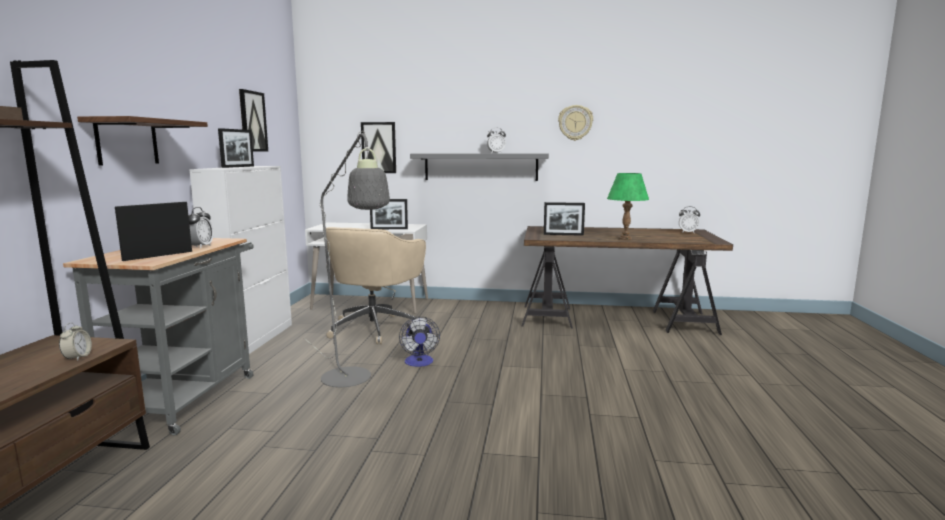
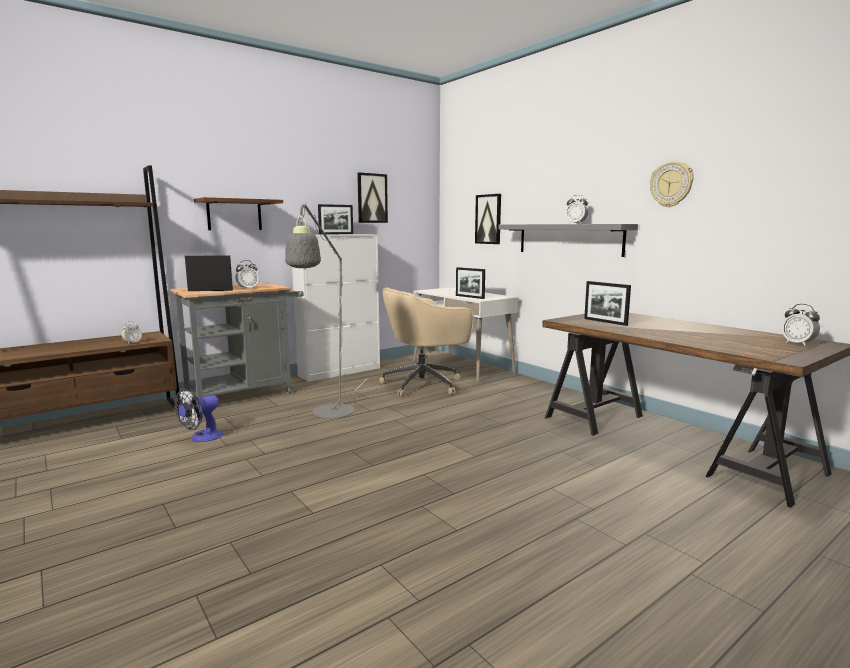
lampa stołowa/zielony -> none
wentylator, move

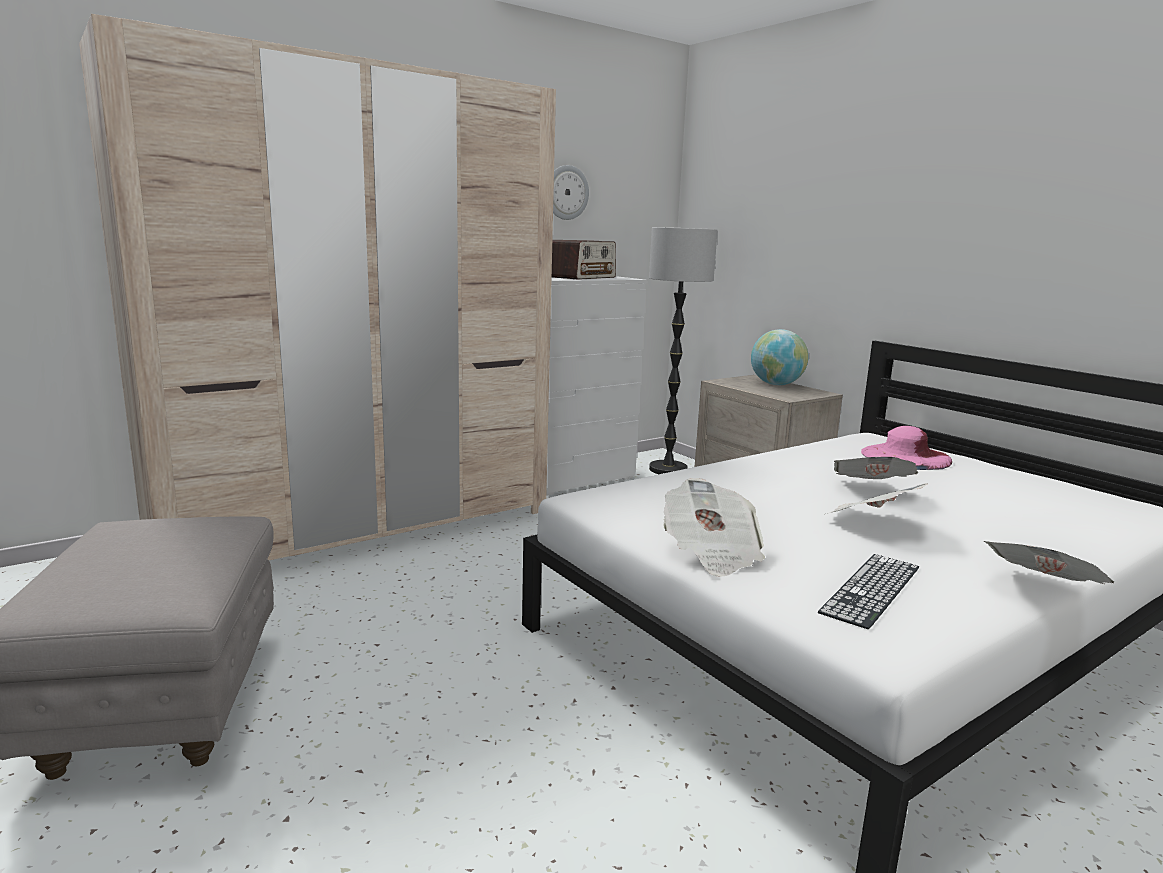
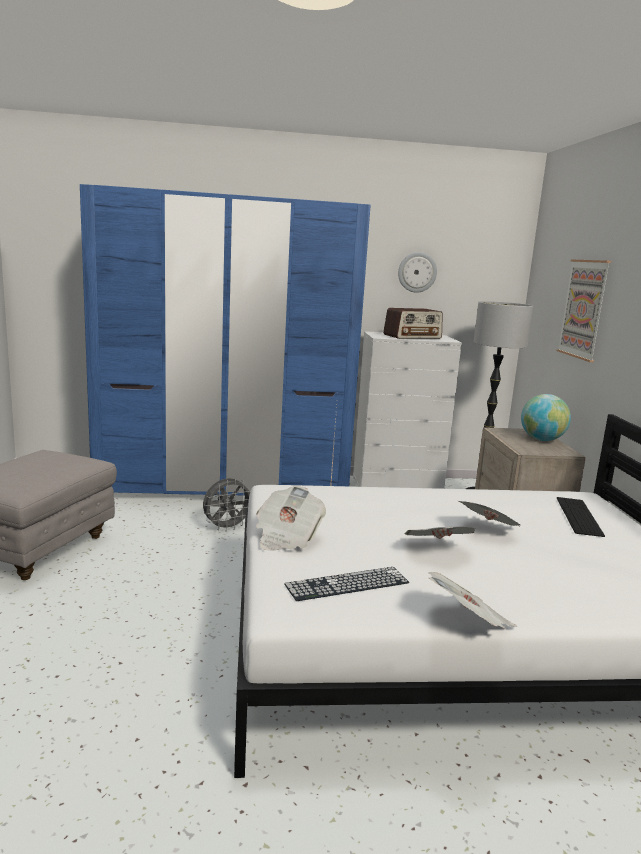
none -> wentylator/szary
none -> obraz
kapelusz/różowy -> klawiatura (2nd from left)
szafa/beżowy -> szafa/niebieski

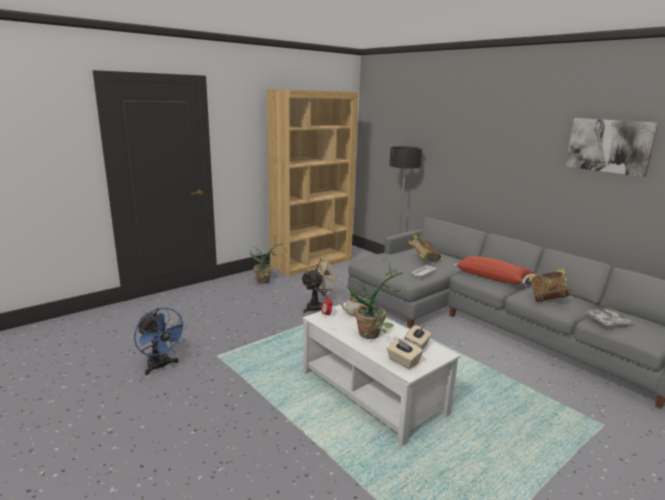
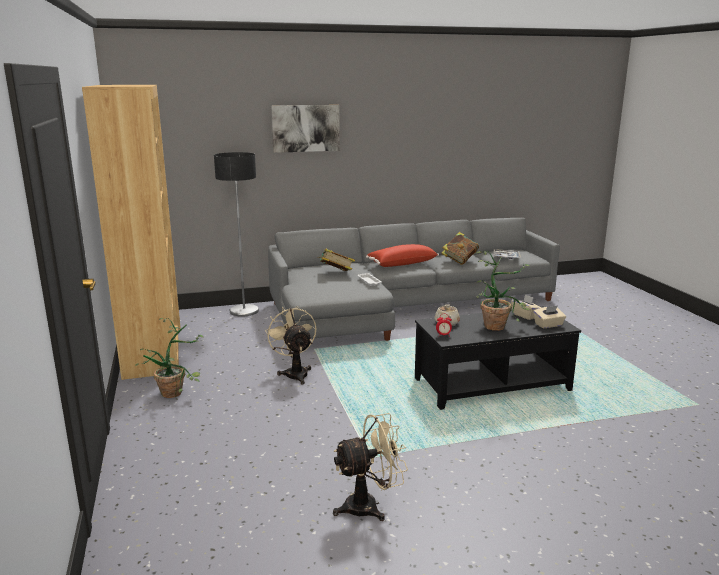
obraz, move
wentylator/niebieski -> wentylator/beżowy (2nd from left)
ława/biały -> ława/czarny

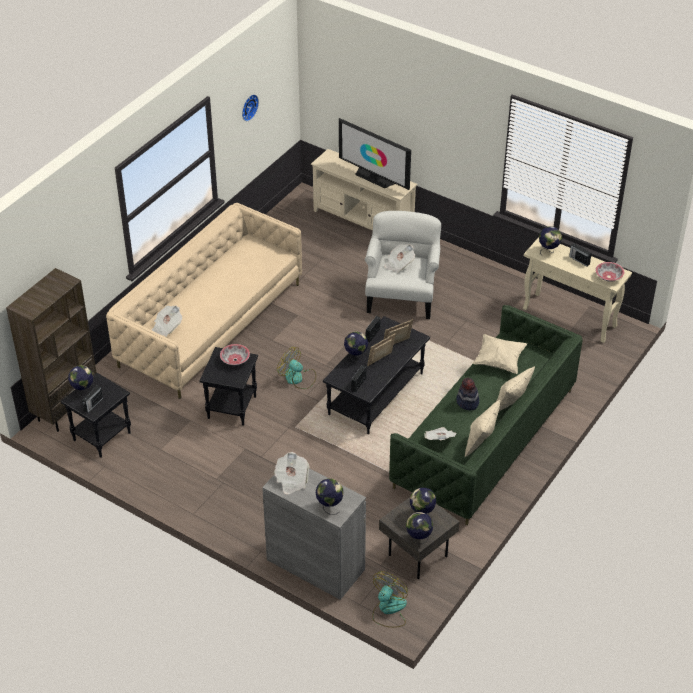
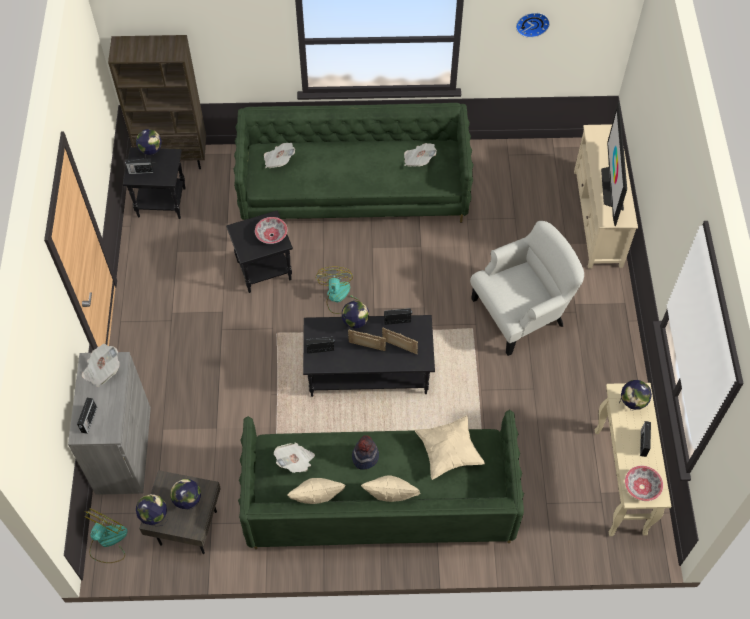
gazeta (3rd from left in the first image) -> gazeta (4th from left), move
globus (2nd from left) -> radio (1st from left)
kanapa/beżowy -> kanapa/zielony (1st from left)
wentylator (2nd from left in the first image) -> wentylator (1st from left), 60 degrees counterclockwise

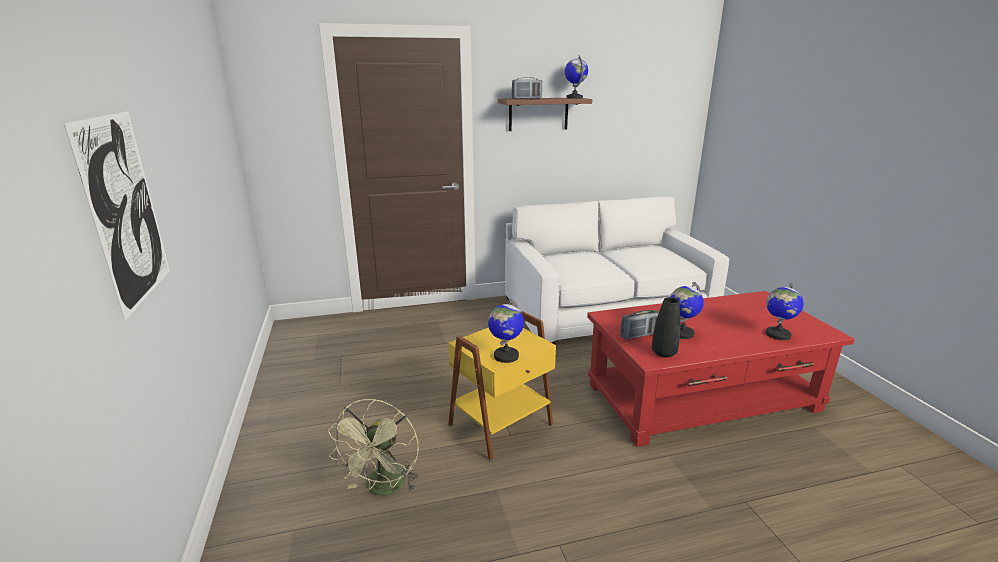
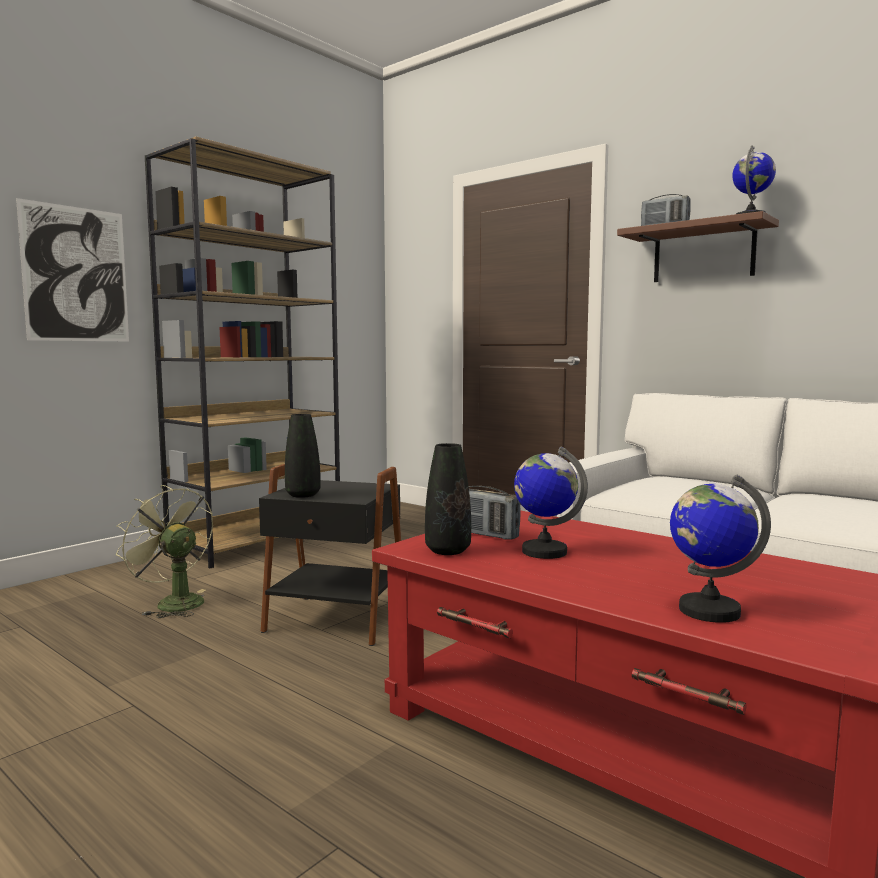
none -> regał/brązowy
globus (1st from left) -> wazon/czarny (1st from left)
stolik/żółty -> stolik/czarny
wentylator/zielony, 60 degrees clockwise

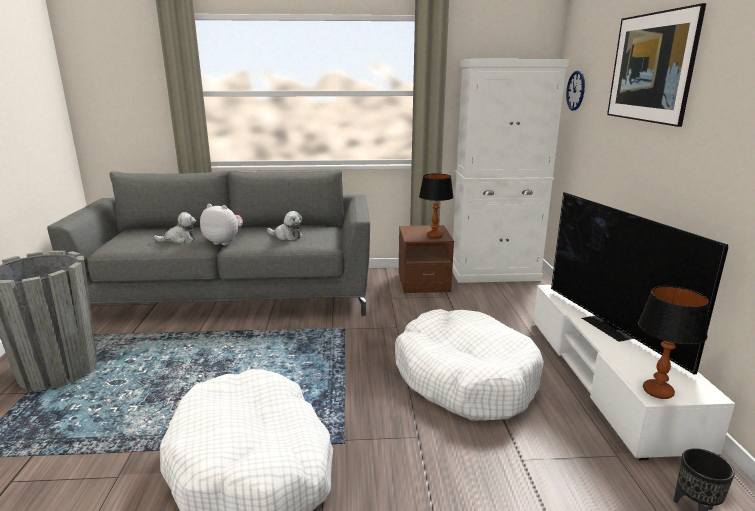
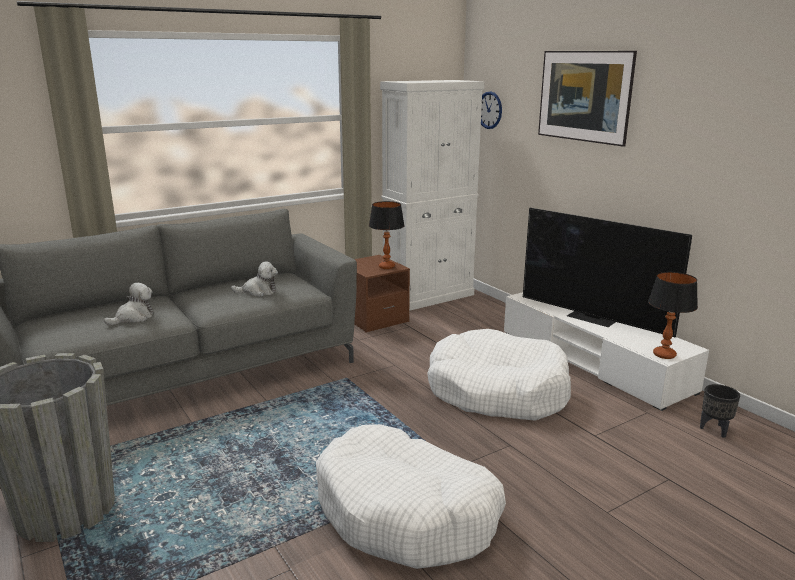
pluszak (2nd from left) -> none

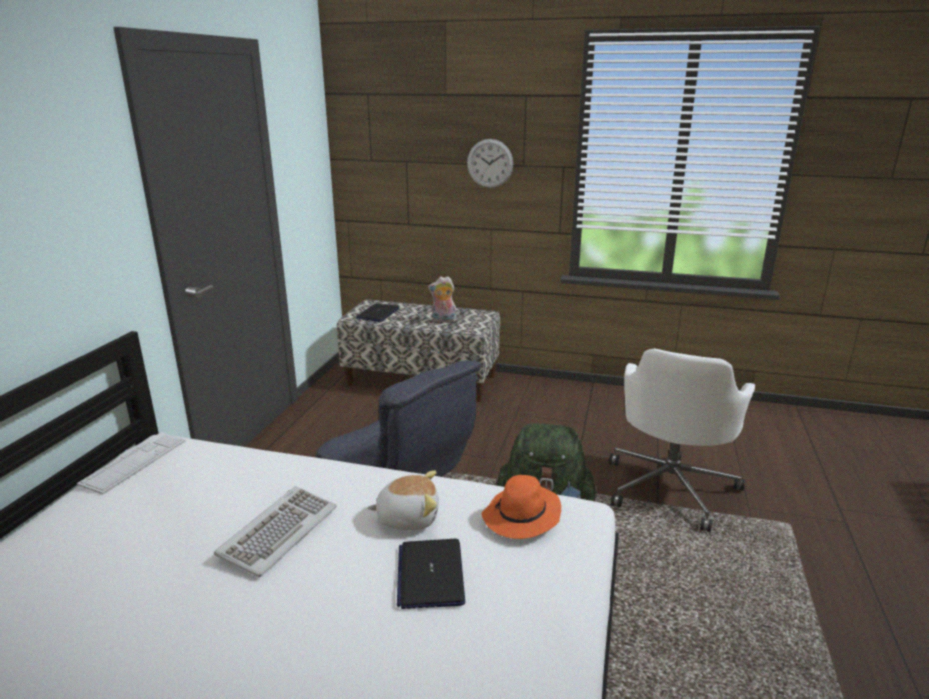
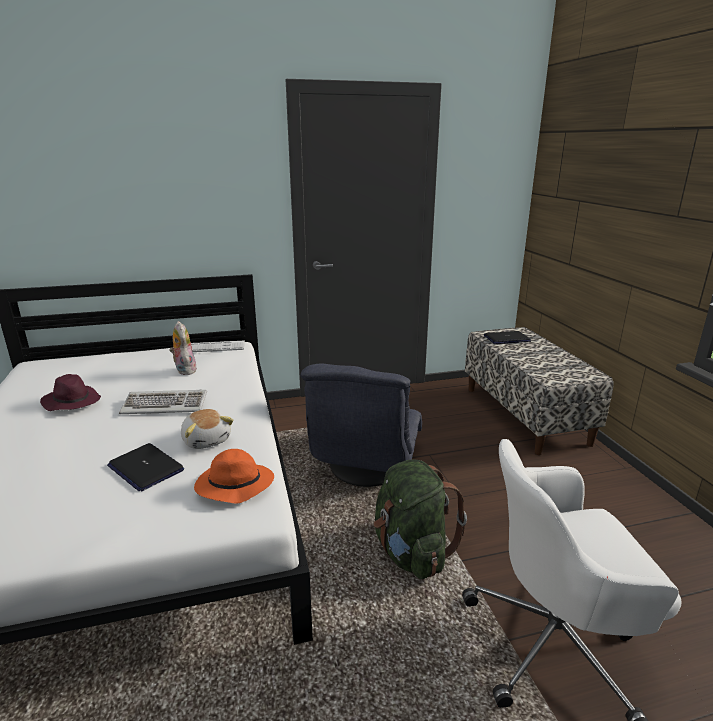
zegar ścienny -> none
none -> kapelusz/fioletowy
pluszak (2nd from left in the first image) -> pluszak (1st from left), move
laptop (2nd from left in the first image) -> laptop (1st from left), 105 degrees counterclockwise

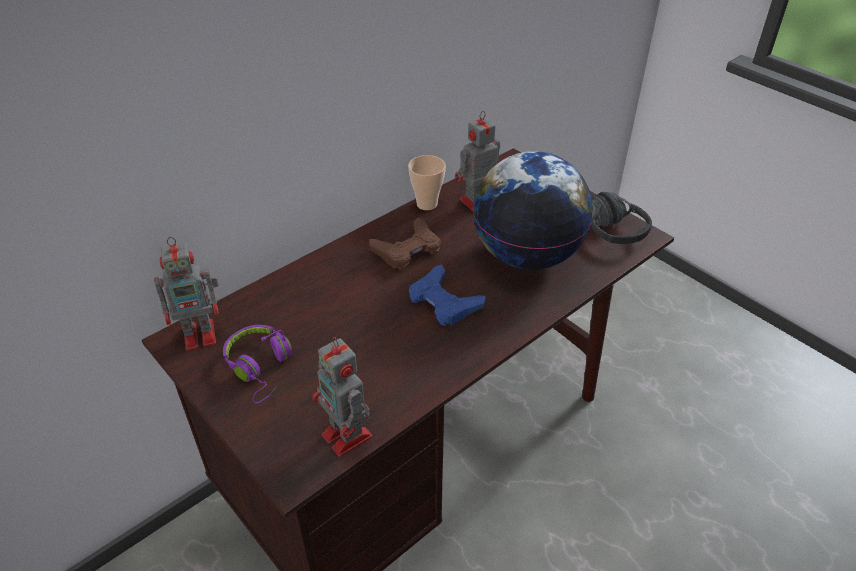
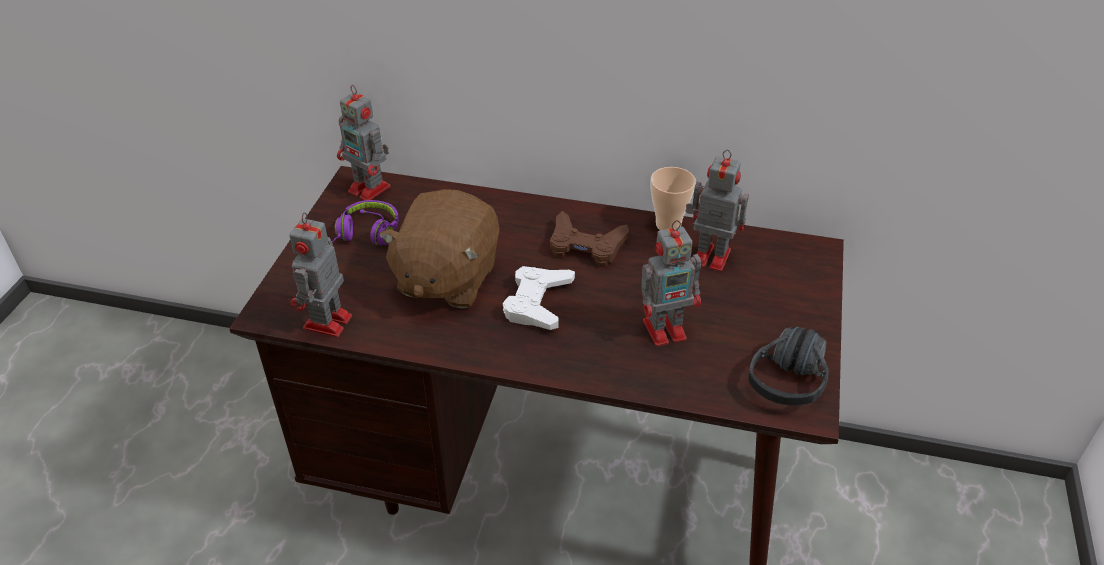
none -> pluszak/brązowy
globus -> robot zabawkowy (3rd from left)
pad do gier/niebieski -> pad do gier/biały

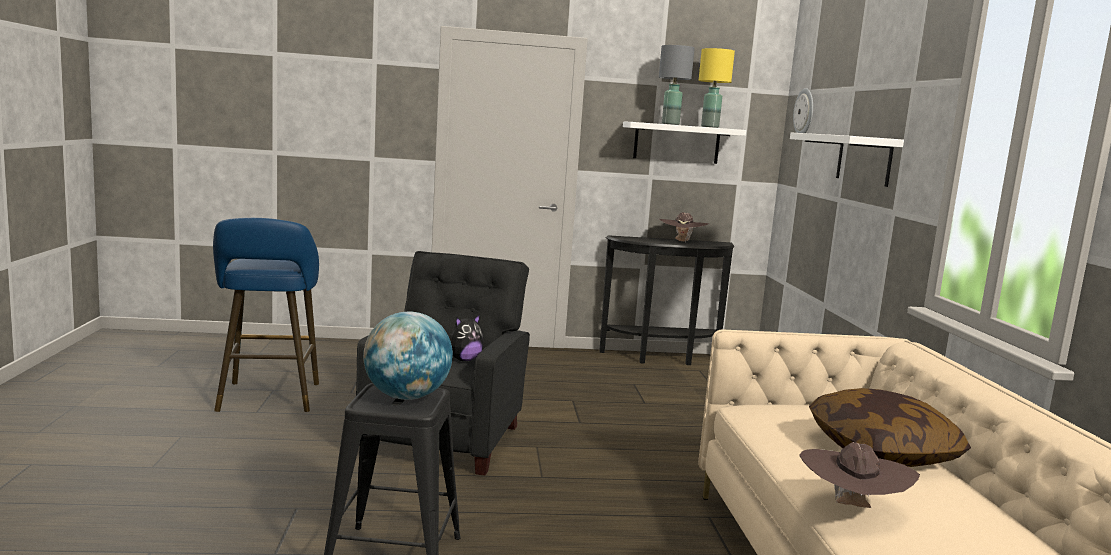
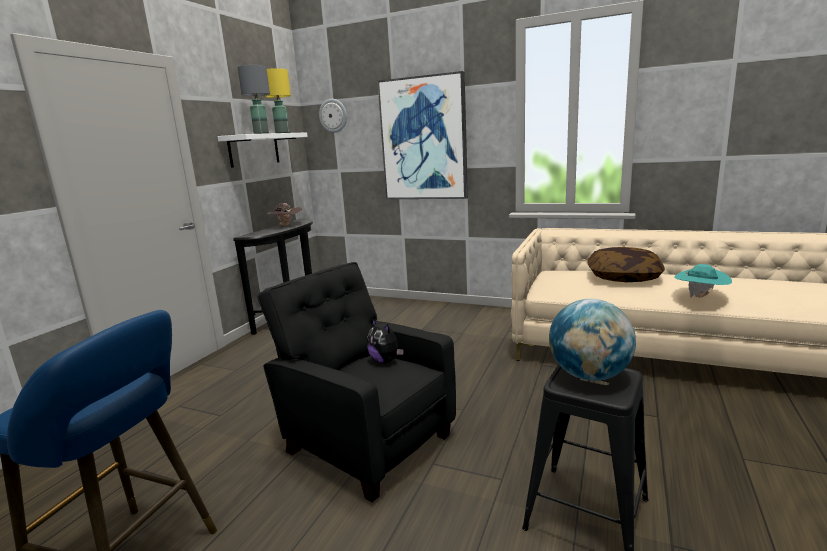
półka/biały (2nd from left) -> obraz
kapelusz/brązowy (2nd from left) -> kapelusz/turkusowy
pluszak, 150 degrees clockwise

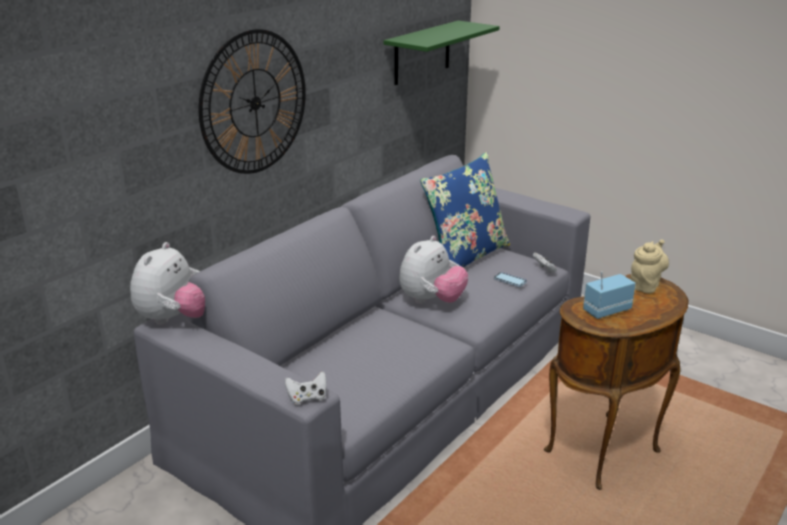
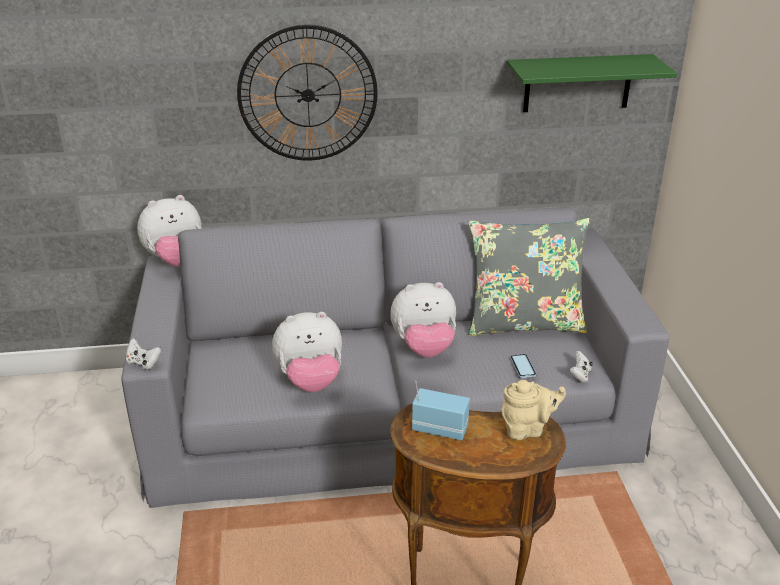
none -> pluszak (2nd from left)
poduszka/niebieski -> poduszka/szary

